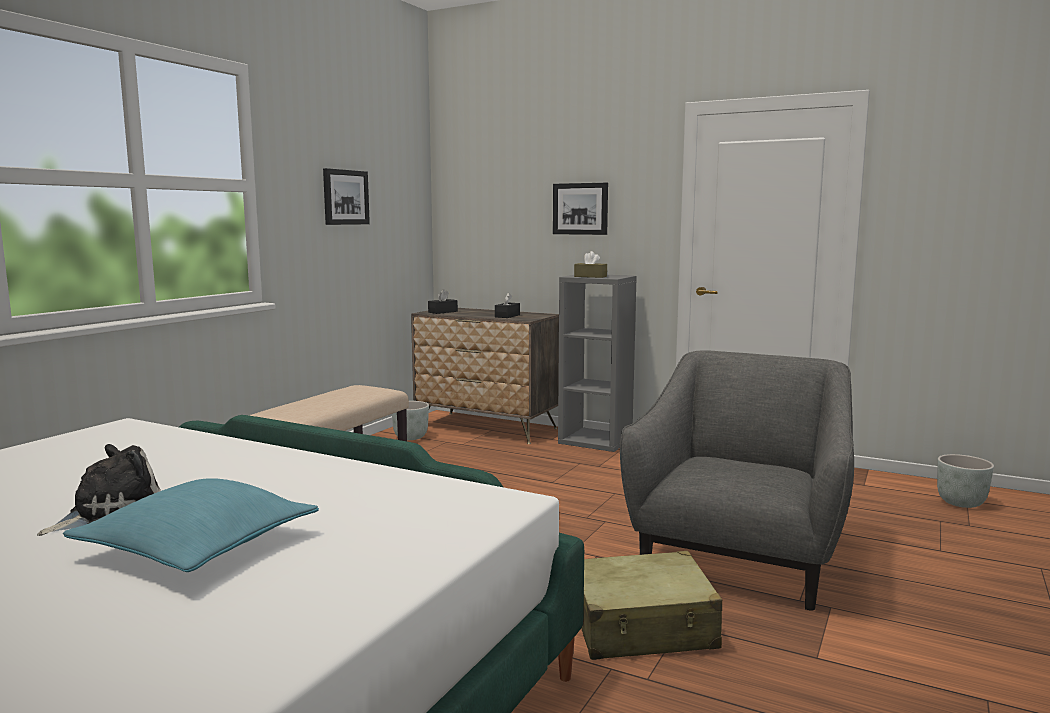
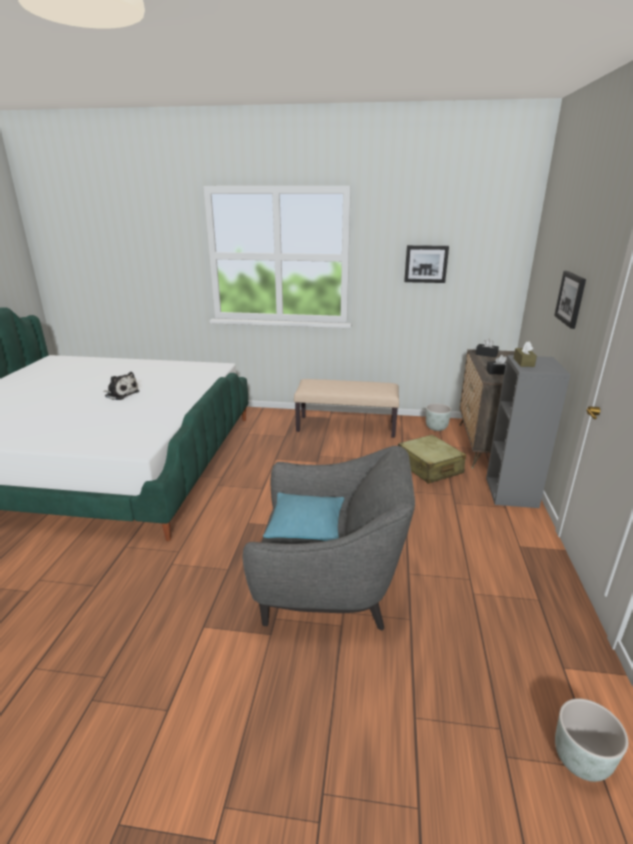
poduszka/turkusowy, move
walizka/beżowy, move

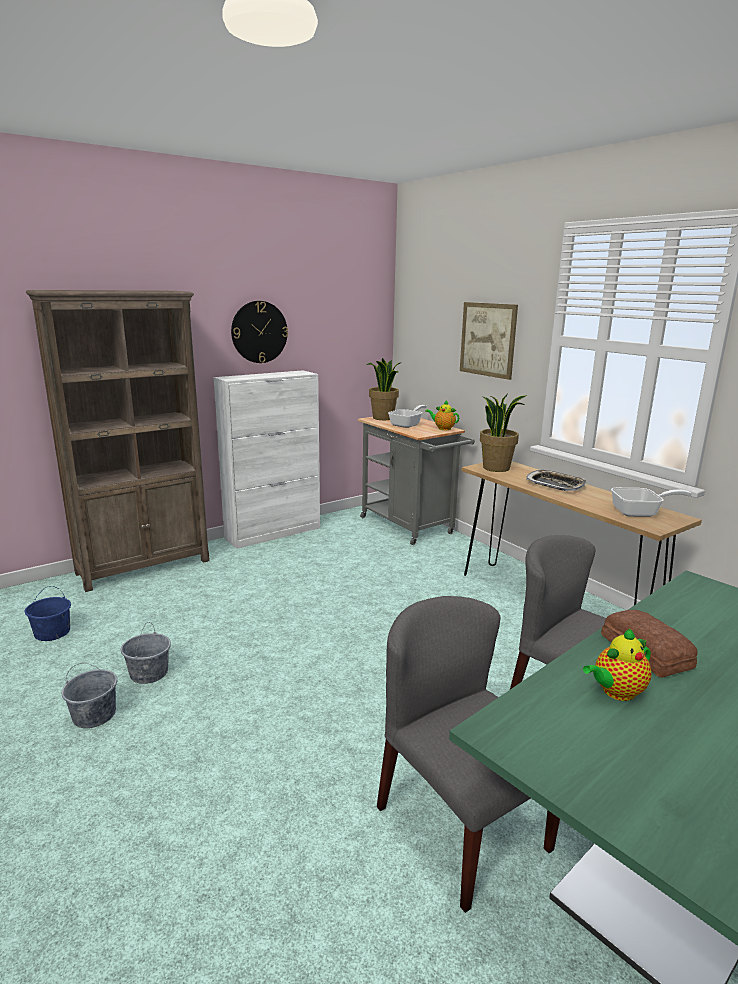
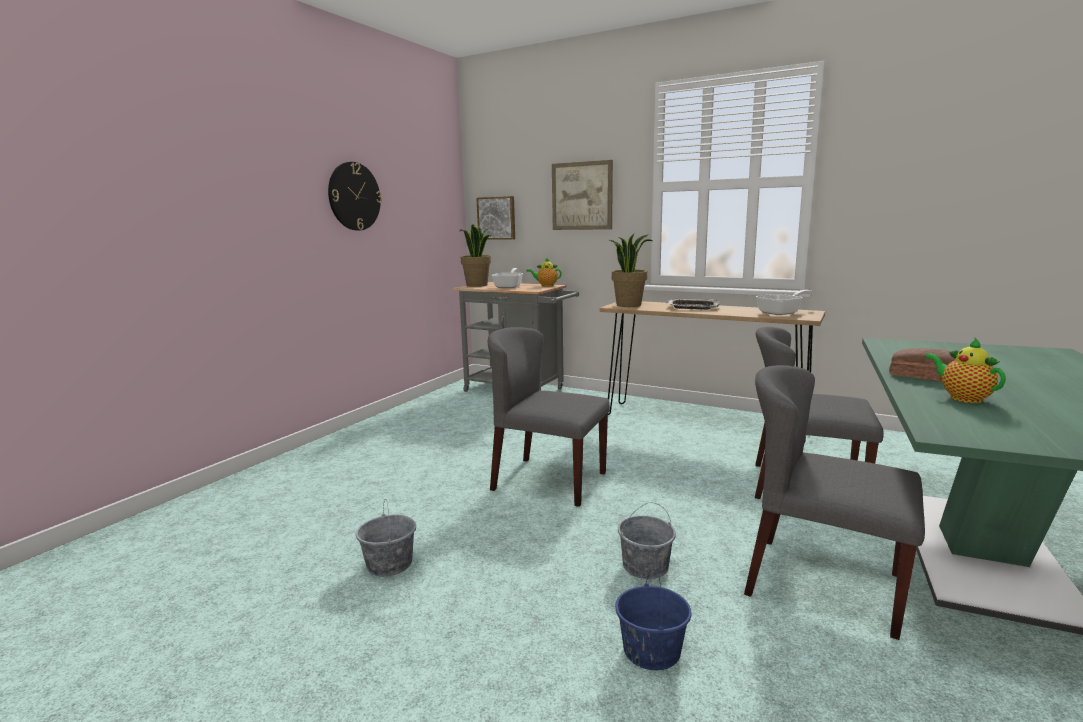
regał/brązowy -> none
szafka/biały -> none
none -> obraz (1st from left)
none -> krzesło/szary (1st from left)
wiadro/niebieski, move
wiadro/szary (1st from left in the first image) -> wiadro/szary (2nd from left), move
imbryk (2nd from left), 120 degrees clockwise

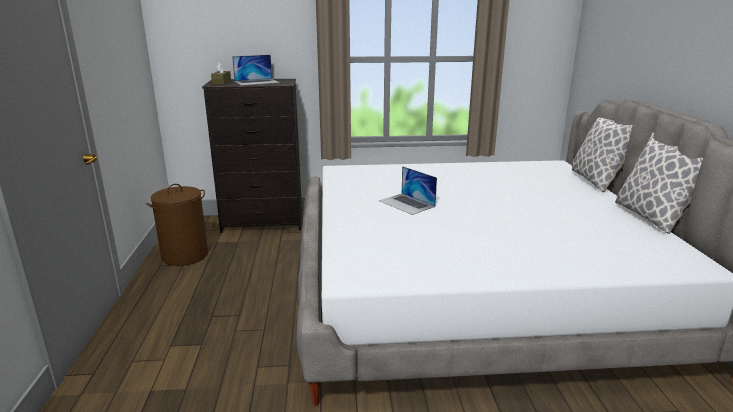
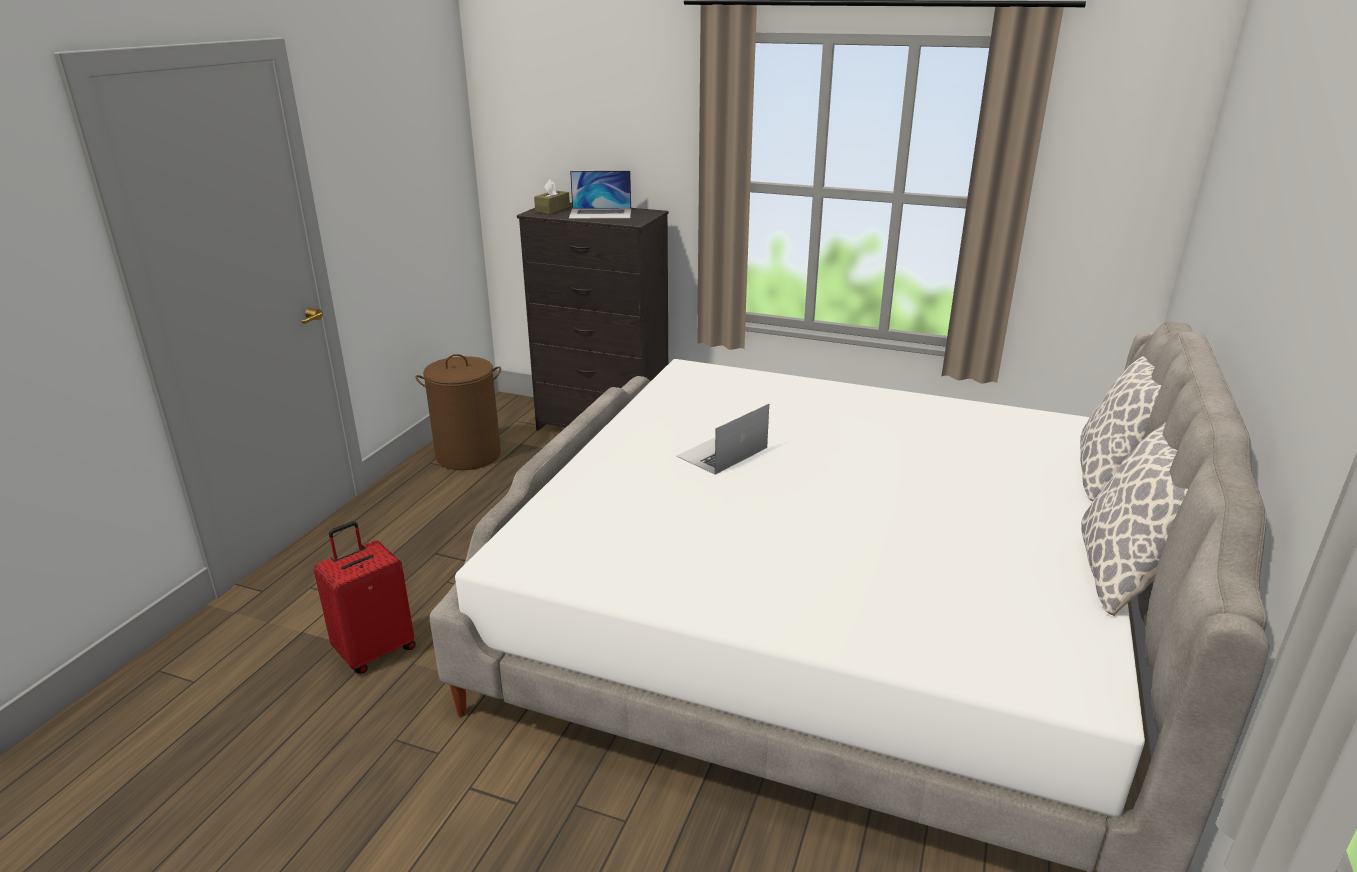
none -> walizka/czerwony
laptop (2nd from left), 60 degrees clockwise

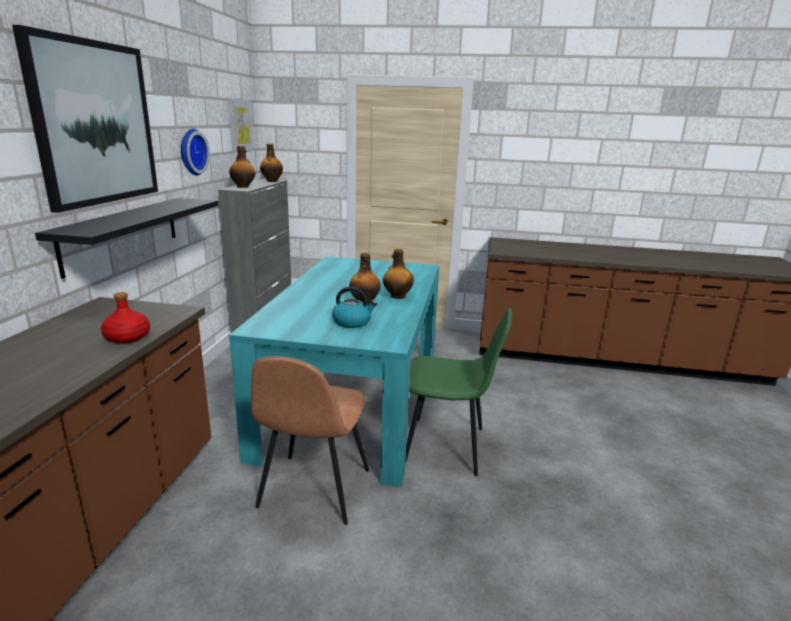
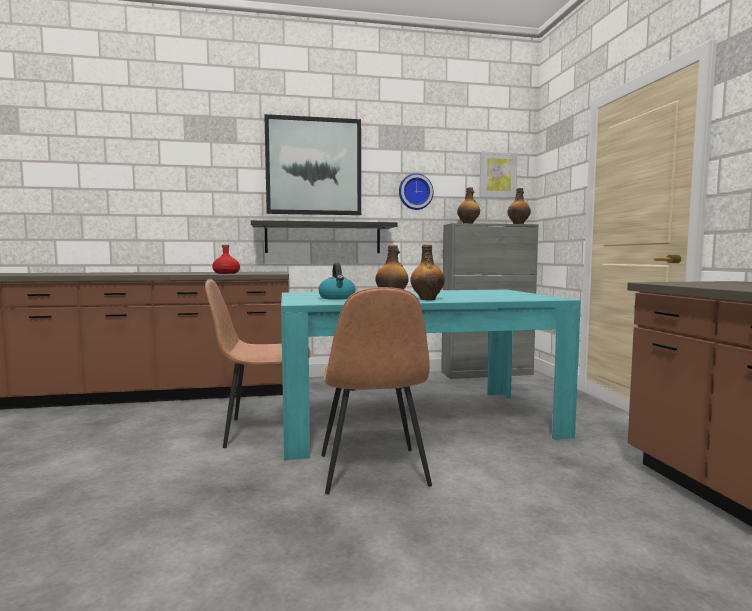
krzesło/zielony -> krzesło/brązowy (2nd from left)

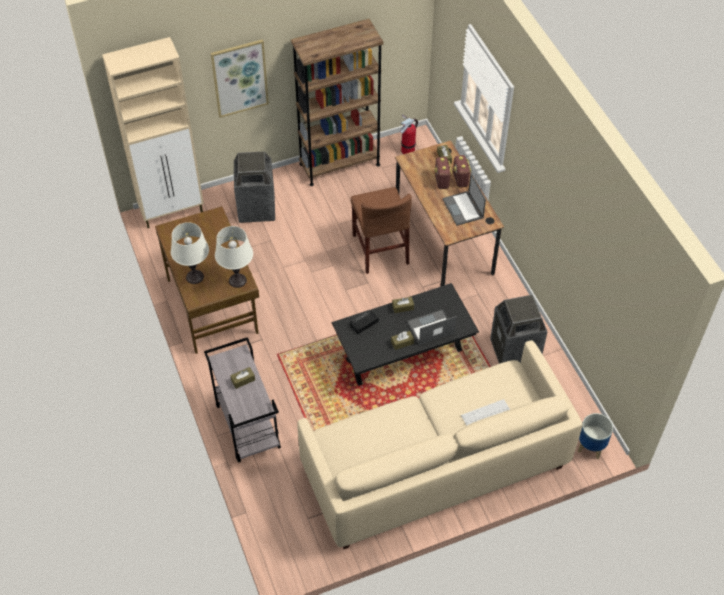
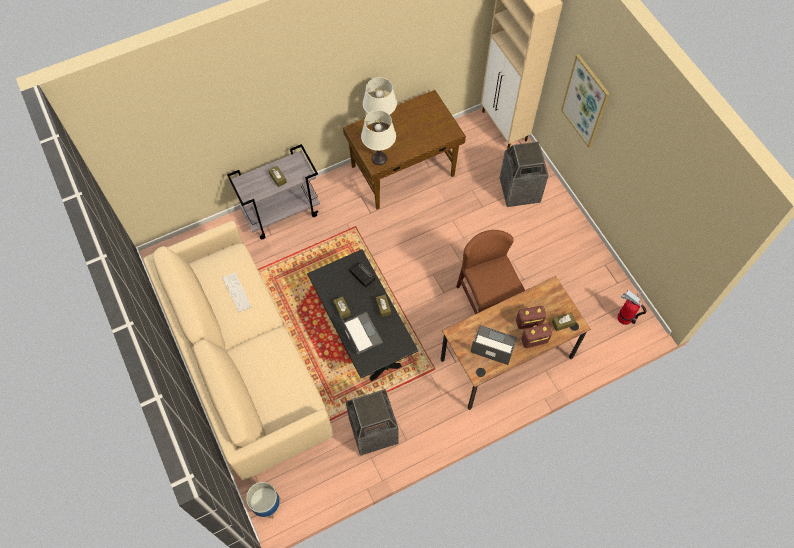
regał/brązowy -> none
klawiatura, move
krzesło/brązowy, 90 degrees clockwise
laptop (2nd from left), 45 degrees clockwise

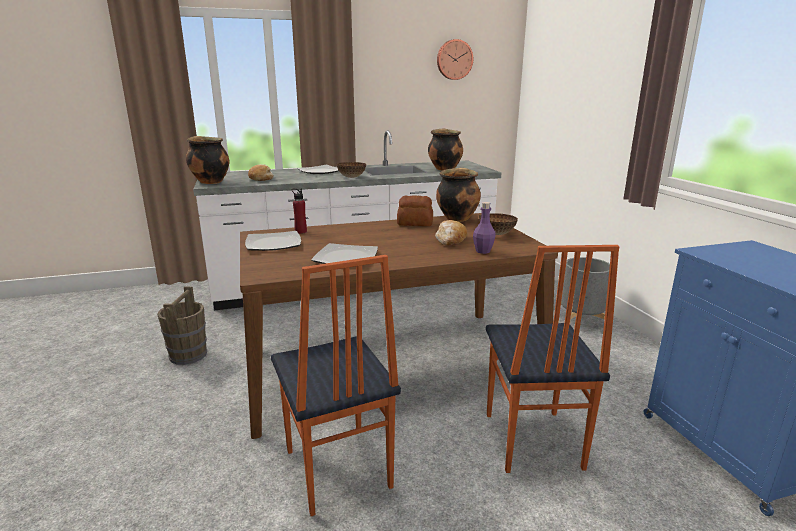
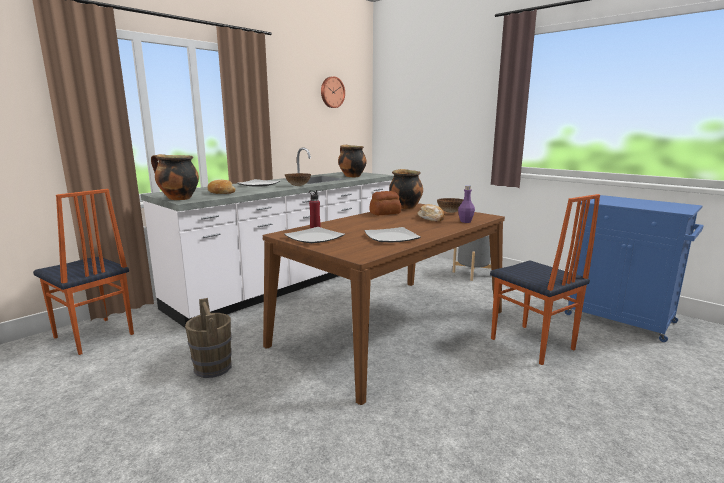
krzesło (1st from left), move

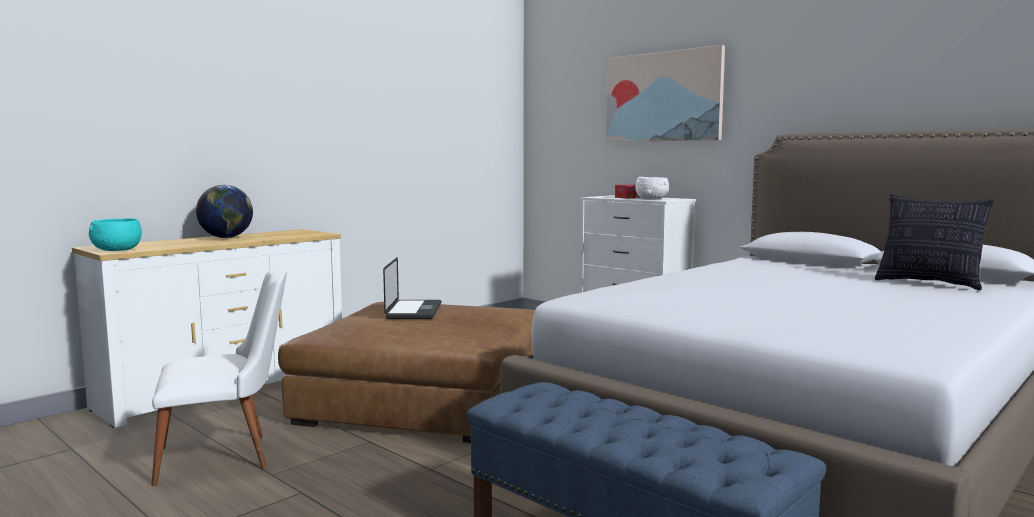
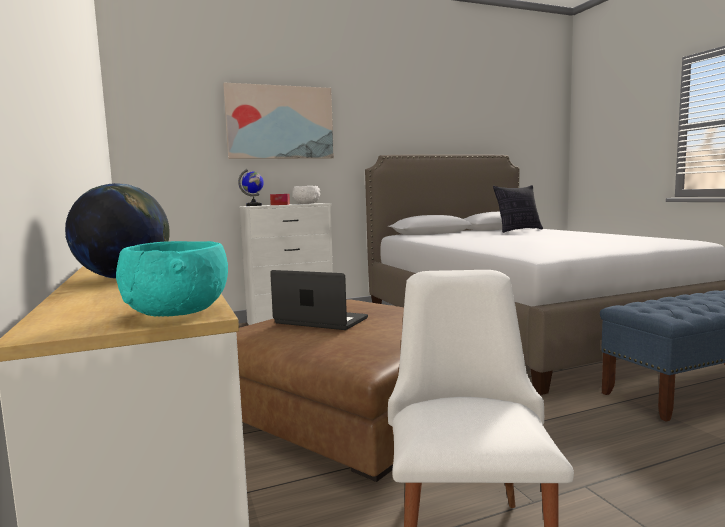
none -> globus (2nd from left)

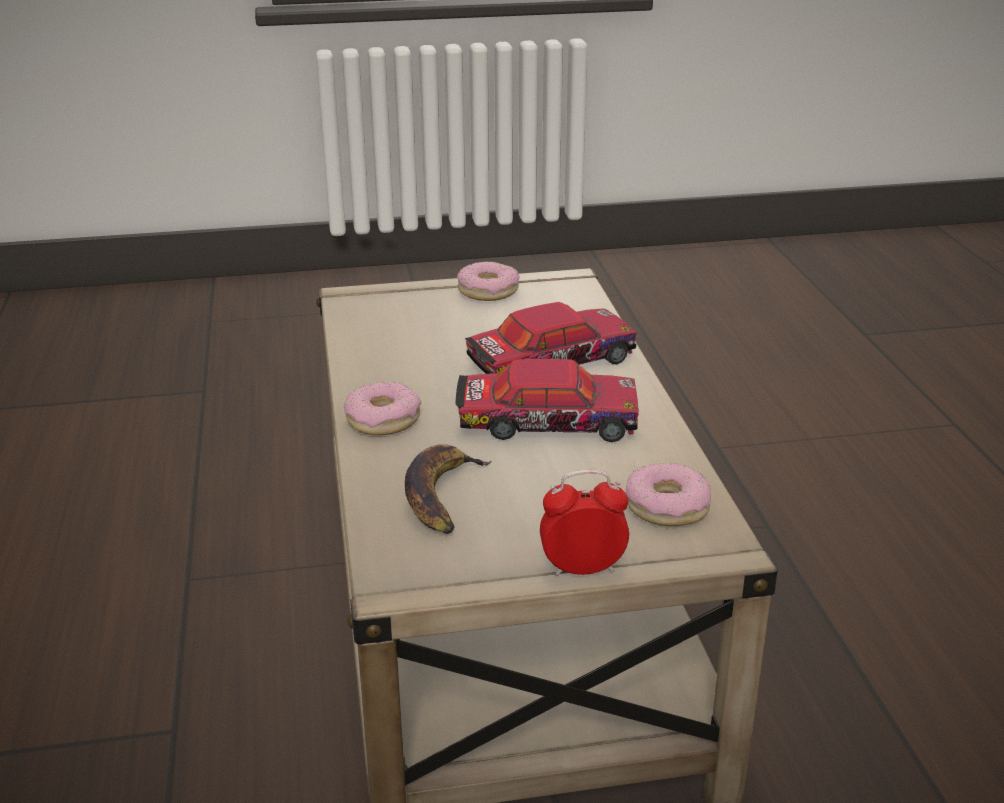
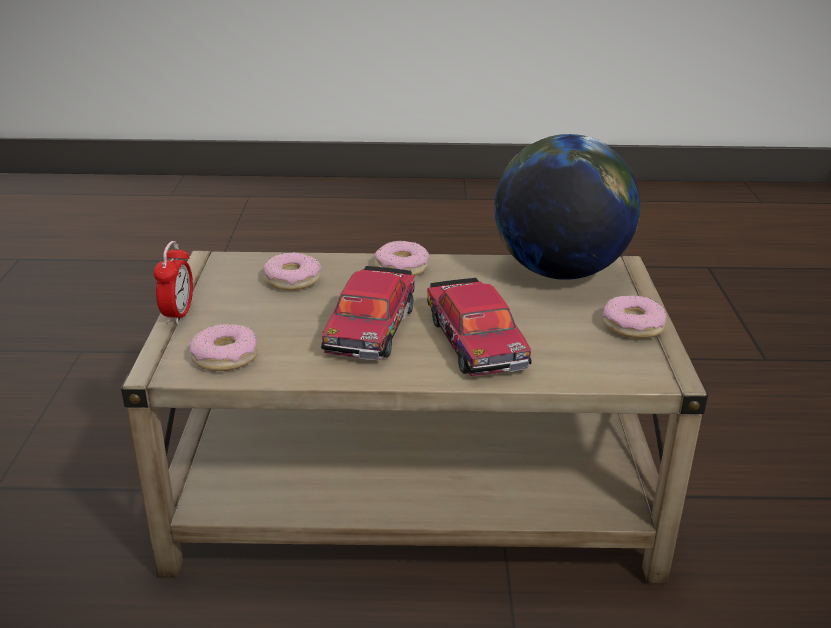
none -> globus
banan -> donut (2nd from left)

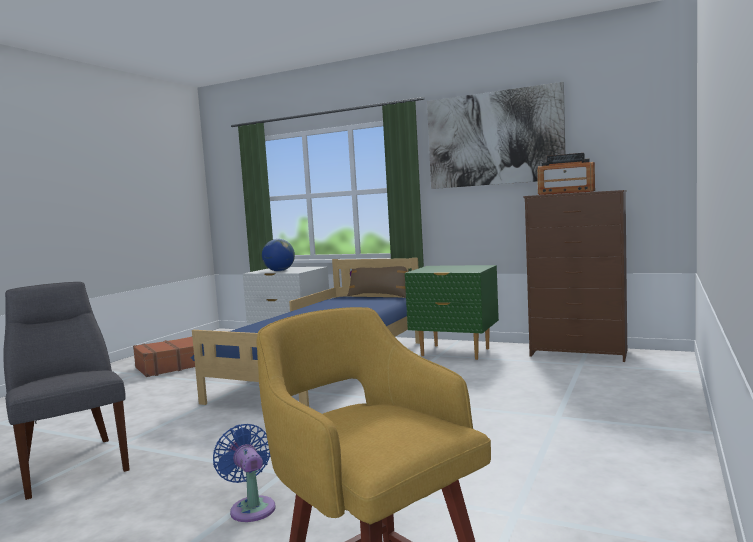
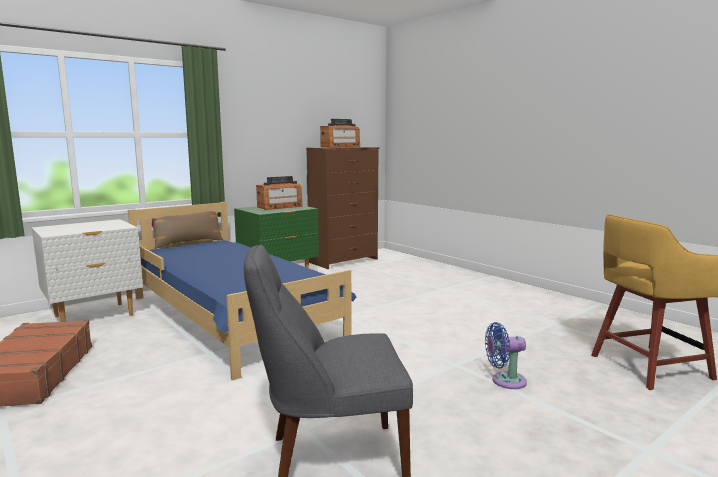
globus -> none
obraz -> none
none -> radio (1st from left)

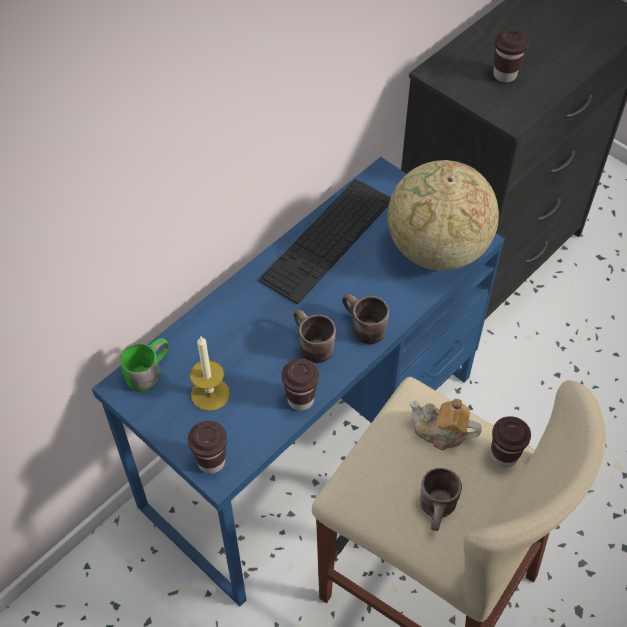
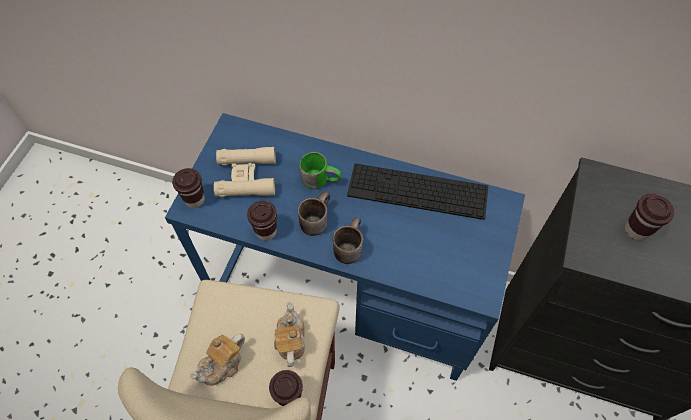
globus -> none
kubek/zielony, move
świeca -> lornetka/beżowy
kubek/brązowy (3rd from left) -> imbryk (1st from left)

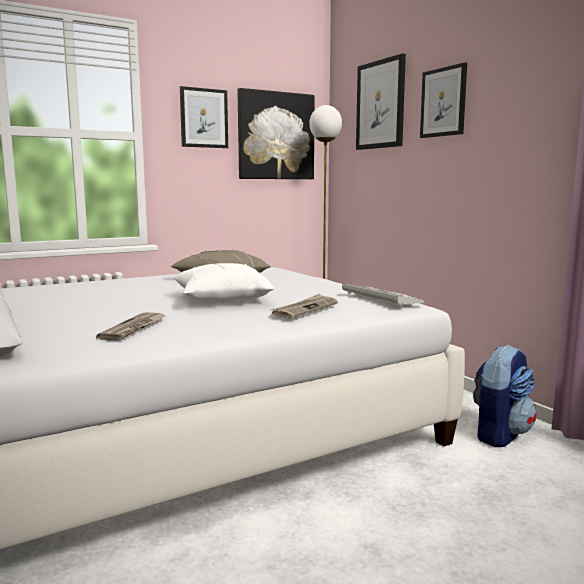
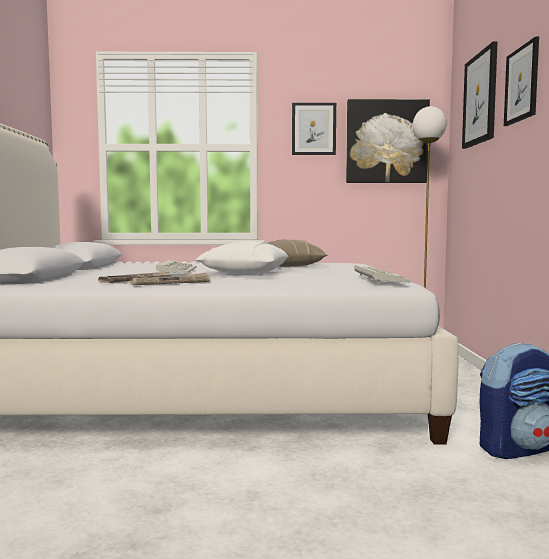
none -> klawiatura (1st from left)
gazeta (2nd from left), move

